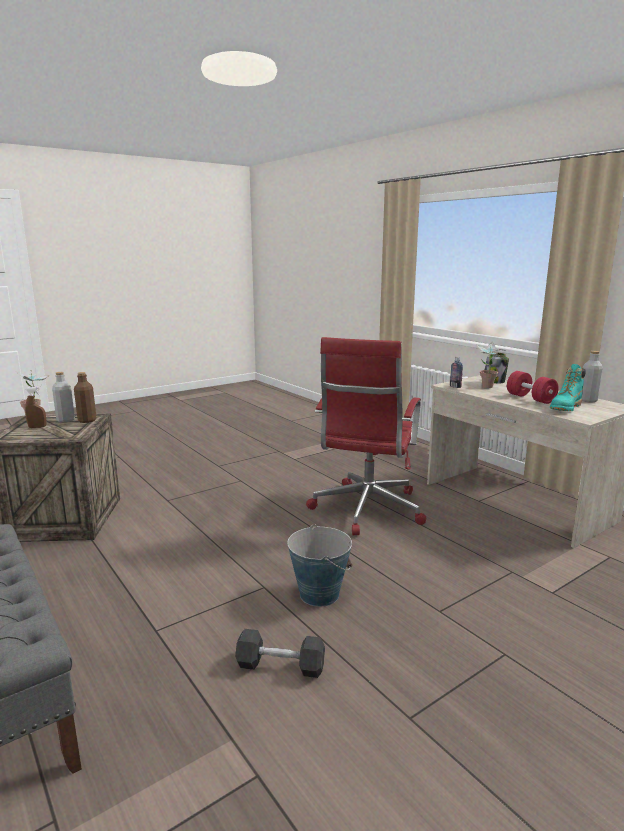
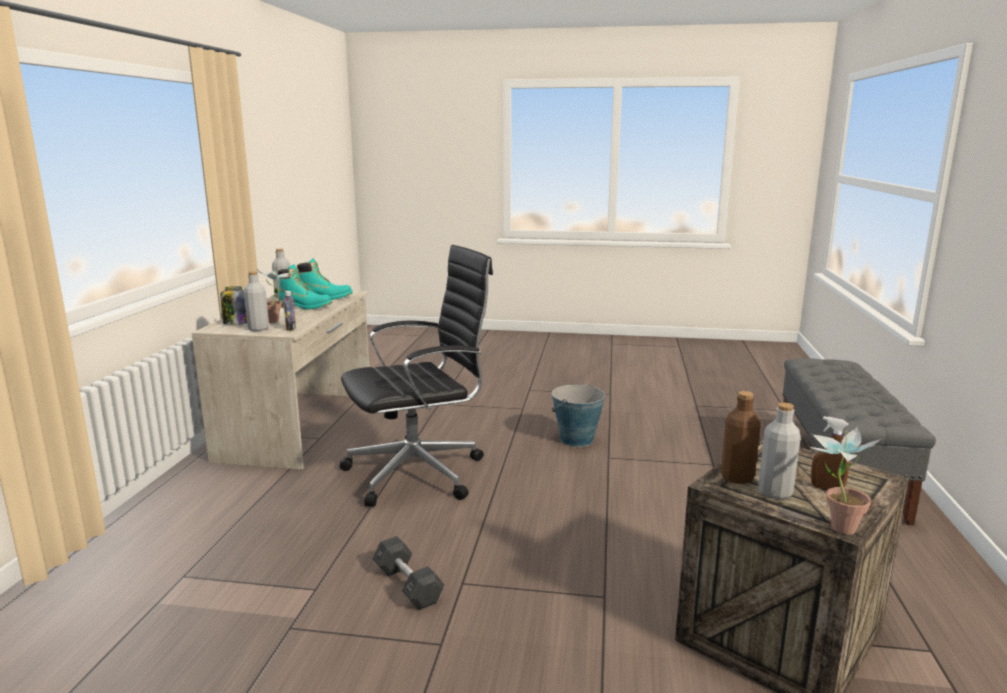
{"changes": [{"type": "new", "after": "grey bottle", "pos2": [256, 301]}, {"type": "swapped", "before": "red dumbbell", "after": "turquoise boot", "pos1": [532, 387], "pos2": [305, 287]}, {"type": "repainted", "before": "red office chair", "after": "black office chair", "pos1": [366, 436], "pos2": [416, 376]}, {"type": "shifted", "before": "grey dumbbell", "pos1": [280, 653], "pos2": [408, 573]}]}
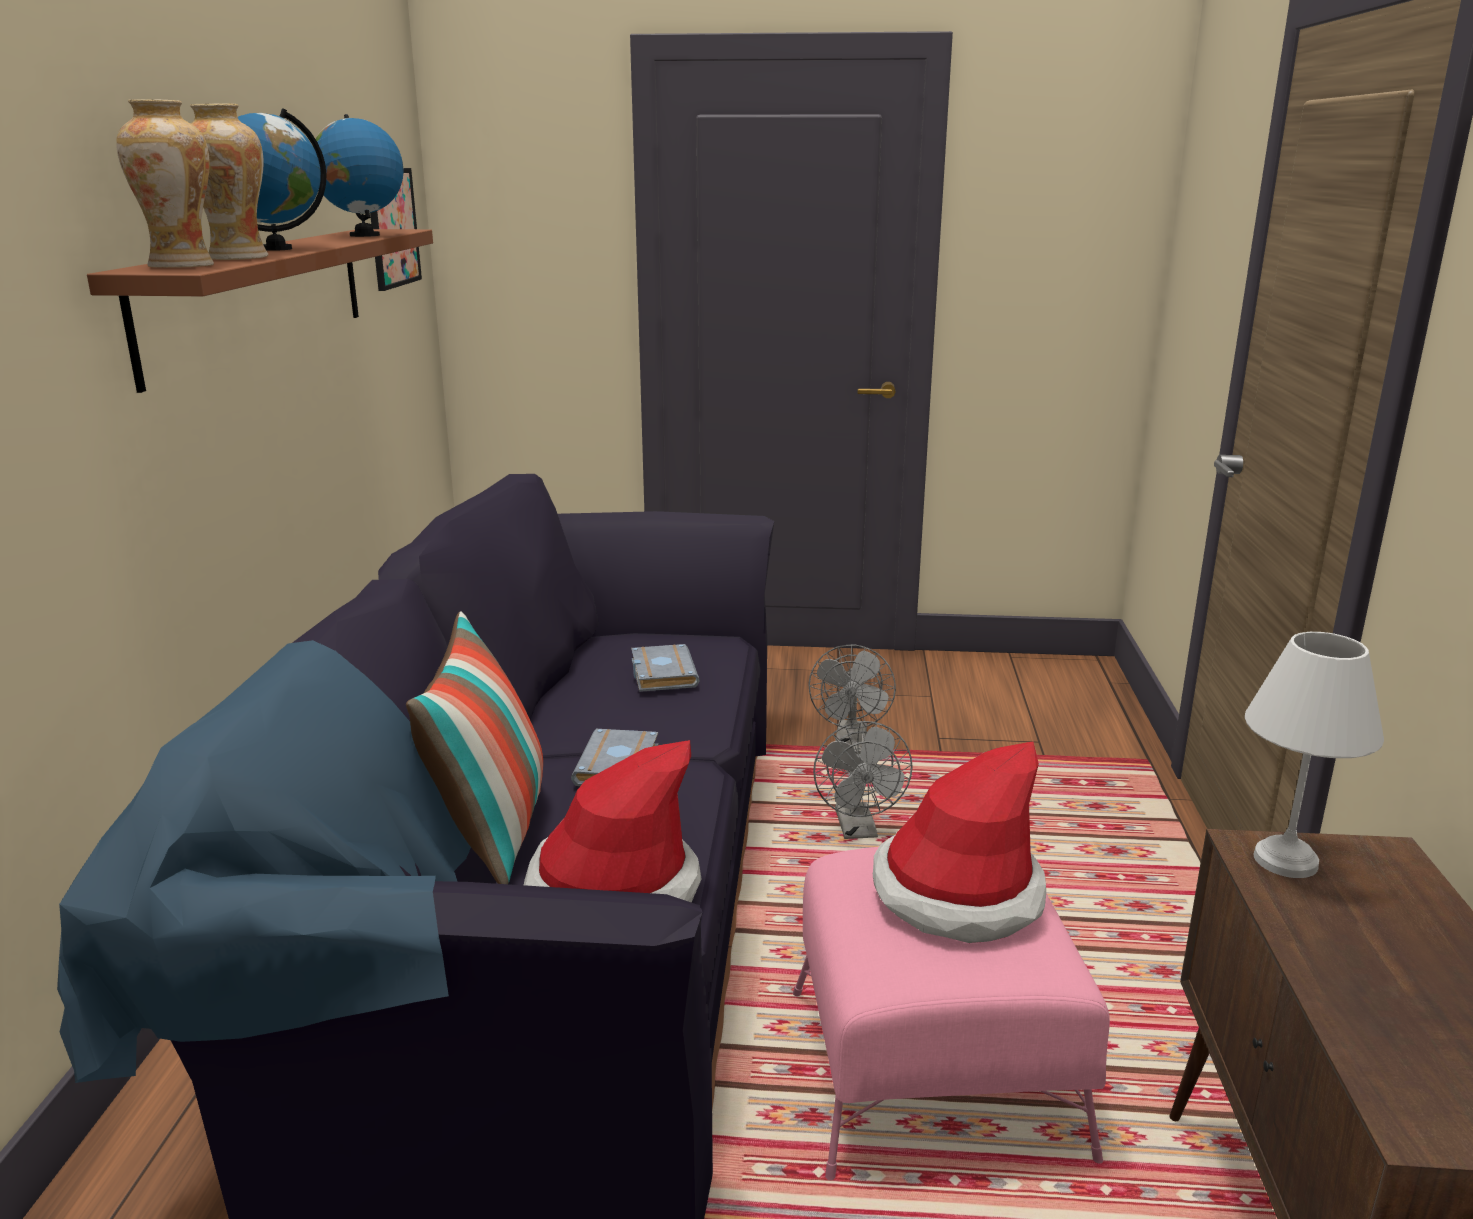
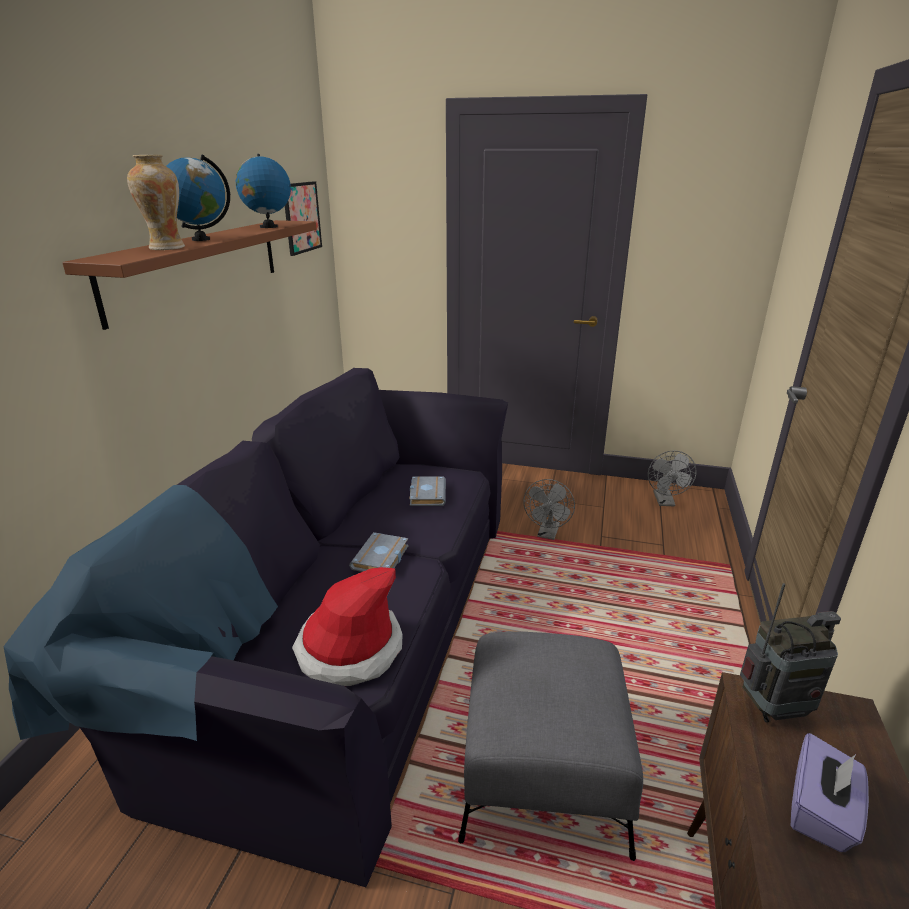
{"changes": [{"type": "repainted", "before": "pink ottoman", "after": "grey ottoman", "pos1": [951, 1013], "pos2": [550, 746]}, {"type": "shifted", "before": "grey fan", "pos1": [863, 780], "pos2": [672, 478]}, {"type": "swapped", "before": "white table lamp", "after": "radio", "pos1": [1314, 755], "pos2": [790, 653]}, {"type": "new", "after": "purple tissue box", "pos2": [830, 792]}, {"type": "gone", "before": "vase", "pos1": [165, 183]}, {"type": "gone", "before": "pillow", "pos1": [474, 747]}, {"type": "gone", "before": "hat", "pos1": [959, 842]}]}
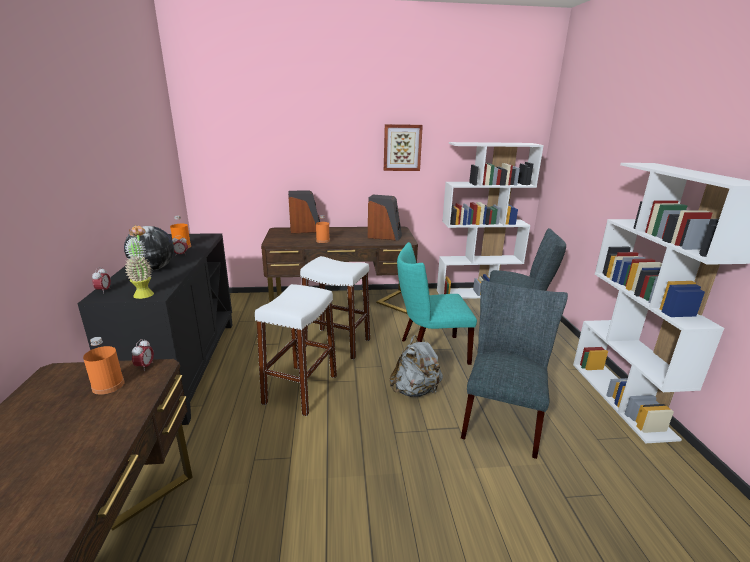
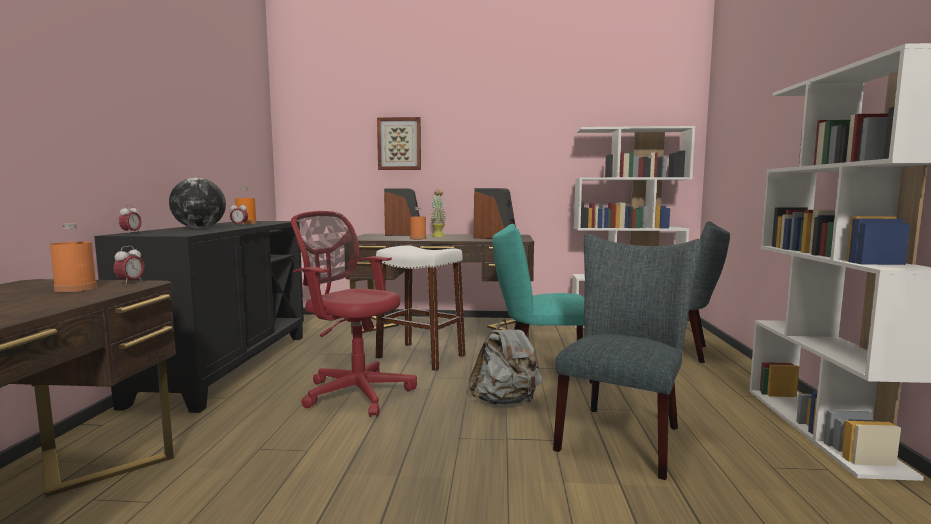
{"changes": [{"type": "swapped", "before": "white stool", "after": "red office chair", "pos1": [296, 350], "pos2": [354, 314]}, {"type": "shifted", "before": "picture", "pos1": [403, 147], "pos2": [399, 143]}, {"type": "shifted", "before": "potted plant", "pos1": [139, 262], "pos2": [438, 213]}]}
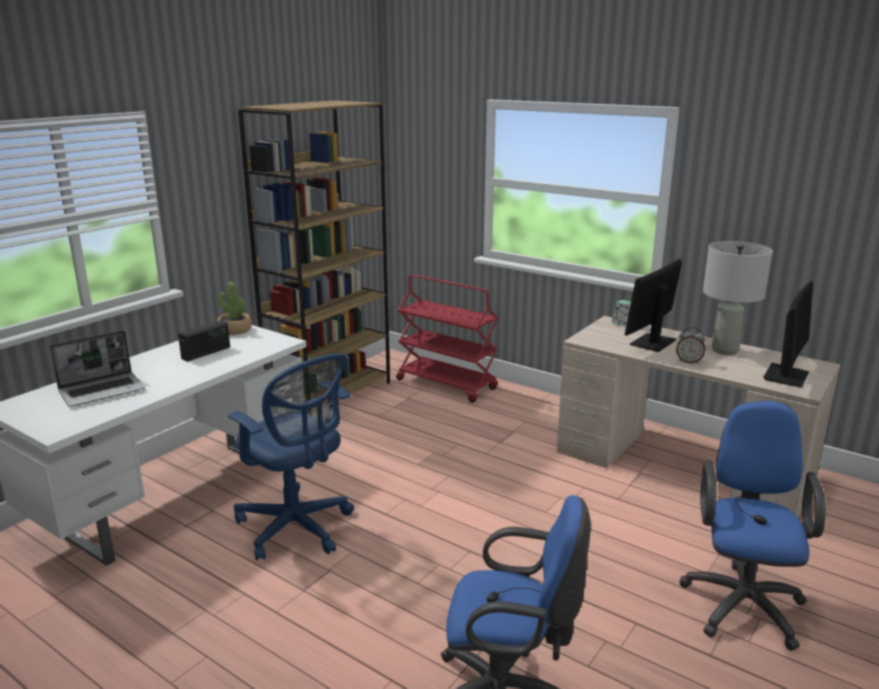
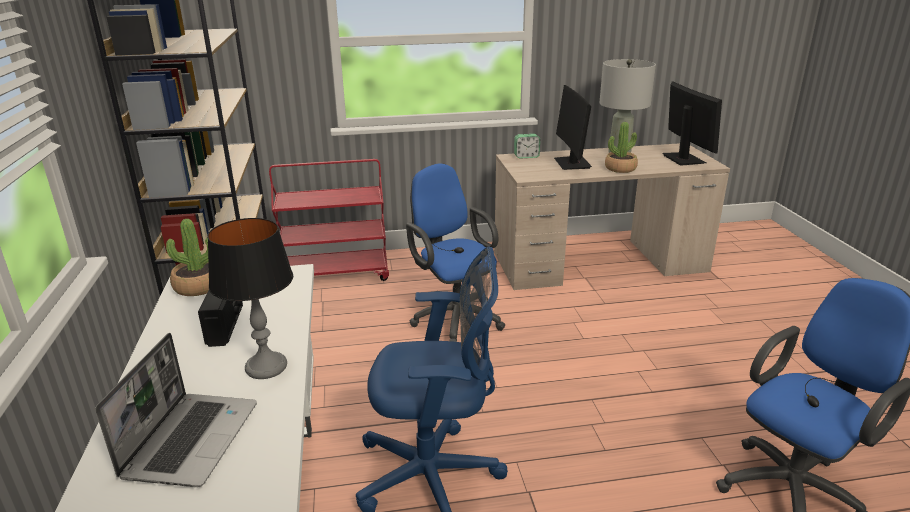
{"changes": [{"type": "new", "after": "table lamp", "pos2": [250, 298]}, {"type": "shifted", "before": "blue office chair", "pos1": [752, 526], "pos2": [455, 252]}, {"type": "swapped", "before": "alarm clock", "after": "potted plant", "pos1": [691, 345], "pos2": [621, 147]}]}
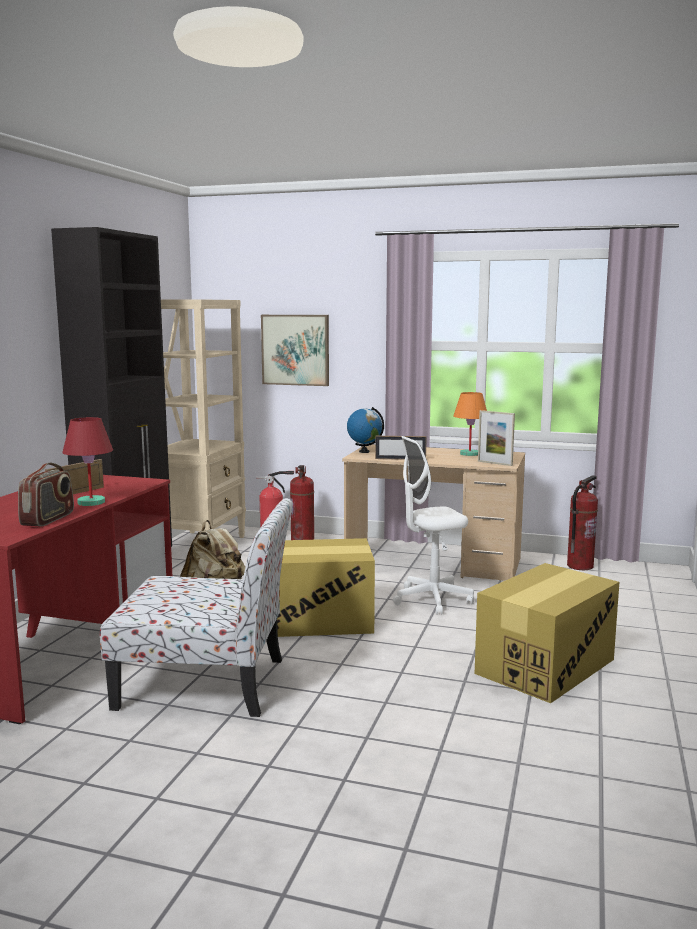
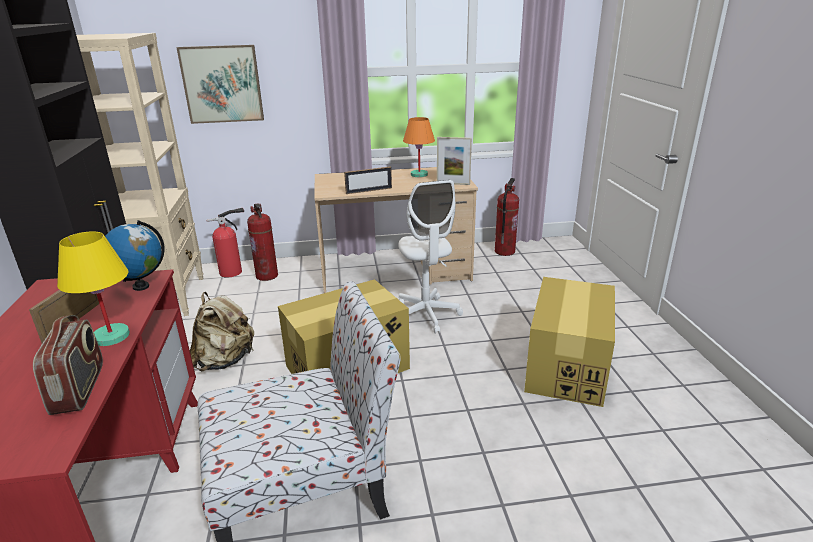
{"changes": [{"type": "repainted", "before": "red table lamp", "after": "yellow table lamp", "pos1": [87, 461], "pos2": [93, 288]}, {"type": "shifted", "before": "globe", "pos1": [365, 430], "pos2": [135, 255]}, {"type": "rotated", "before": "white office chair", "pos1": [433, 525], "pos2": [430, 257], "turn": -60}]}
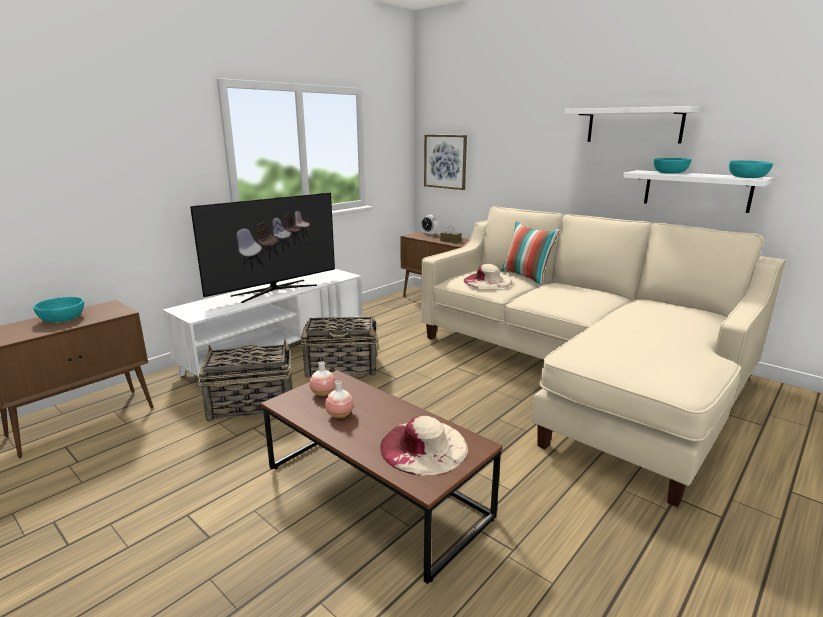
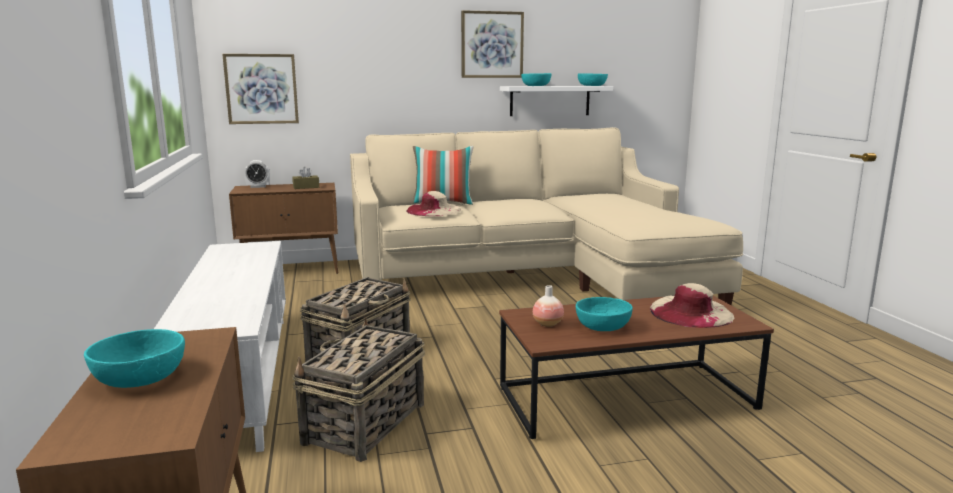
{"changes": [{"type": "swapped", "before": "white shelf", "after": "picture", "pos1": [633, 125], "pos2": [492, 44]}, {"type": "swapped", "before": "vase", "after": "turquoise bowl", "pos1": [339, 399], "pos2": [604, 314]}, {"type": "gone", "before": "television", "pos1": [262, 248]}]}
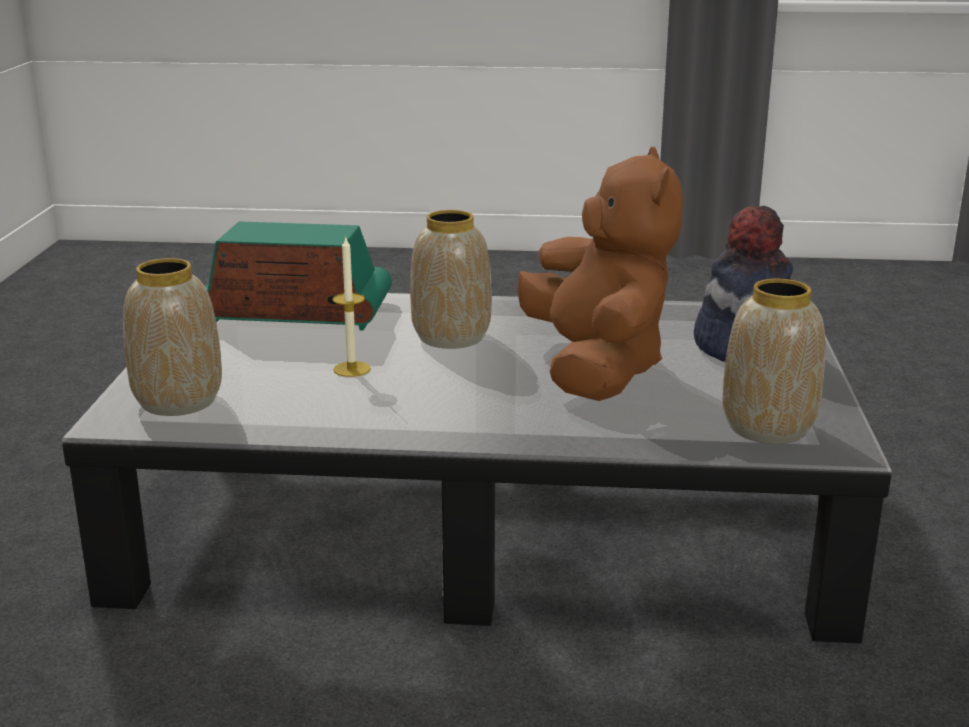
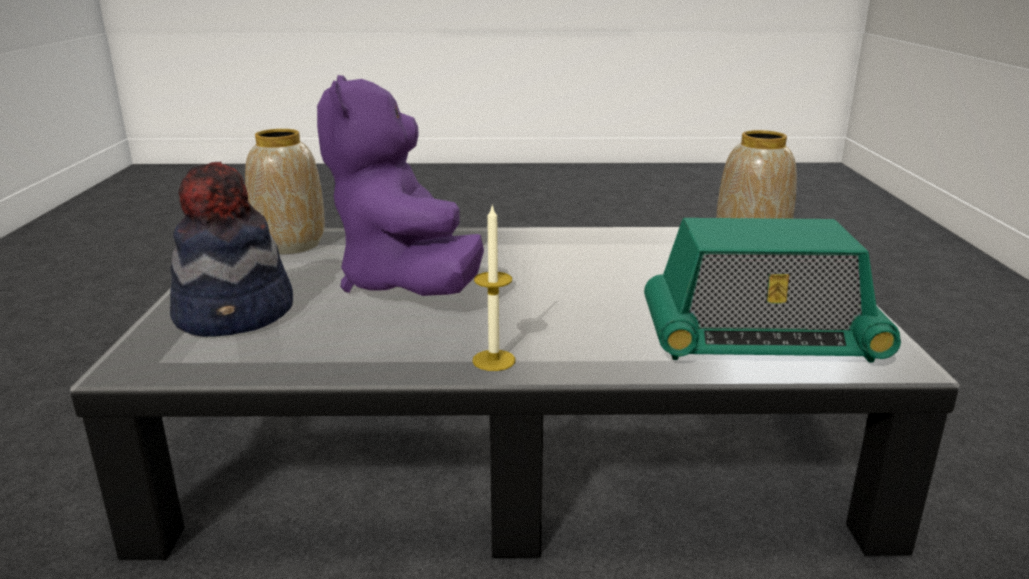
{"changes": [{"type": "repainted", "before": "brown plush toy", "after": "purple plush toy", "pos1": [600, 274], "pos2": [400, 185]}, {"type": "shifted", "before": "candle", "pos1": [351, 307], "pos2": [493, 287]}, {"type": "gone", "before": "vase", "pos1": [451, 279]}]}
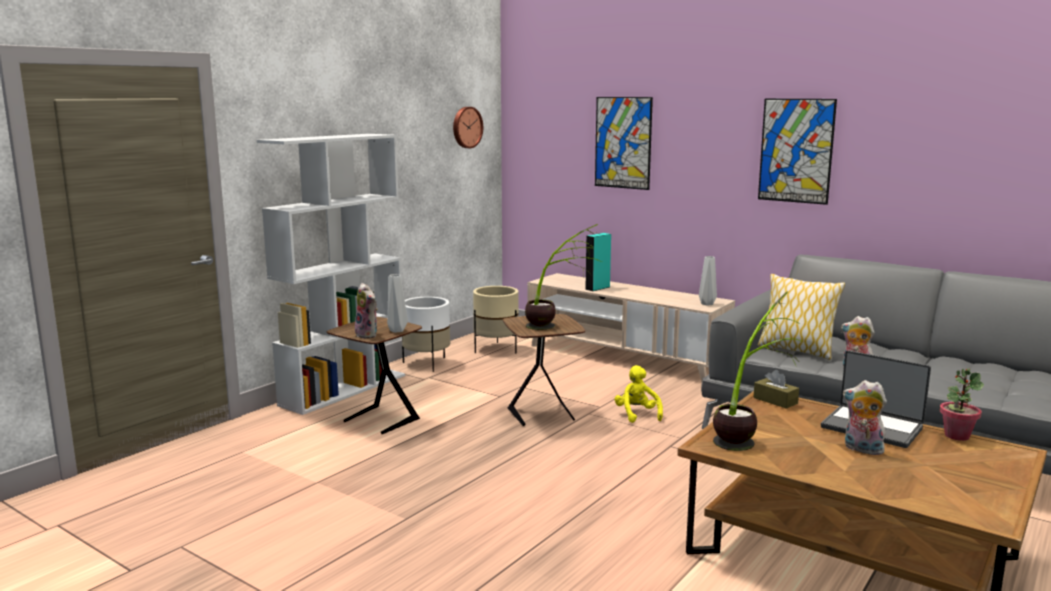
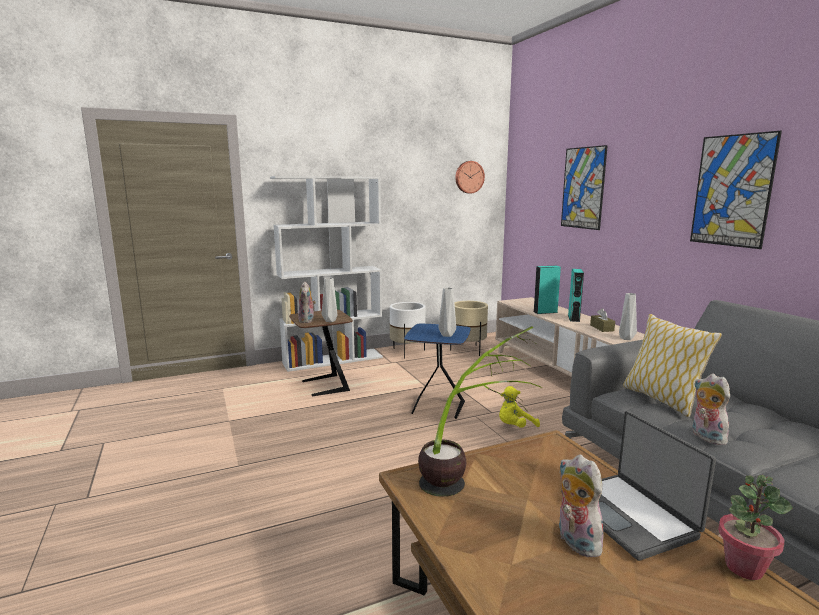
{"changes": [{"type": "repainted", "before": "brown side table", "after": "blue side table", "pos1": [544, 370], "pos2": [437, 371]}, {"type": "swapped", "before": "potted plant", "after": "grey vase", "pos1": [563, 277], "pos2": [447, 312]}, {"type": "rotated", "before": "yellow plush toy", "pos1": [638, 394], "pos2": [519, 407], "turn": -135}, {"type": "new", "after": "turquoise speaker", "pos2": [576, 295]}, {"type": "shifted", "before": "brown tissue box", "pos1": [776, 389], "pos2": [602, 320]}]}
